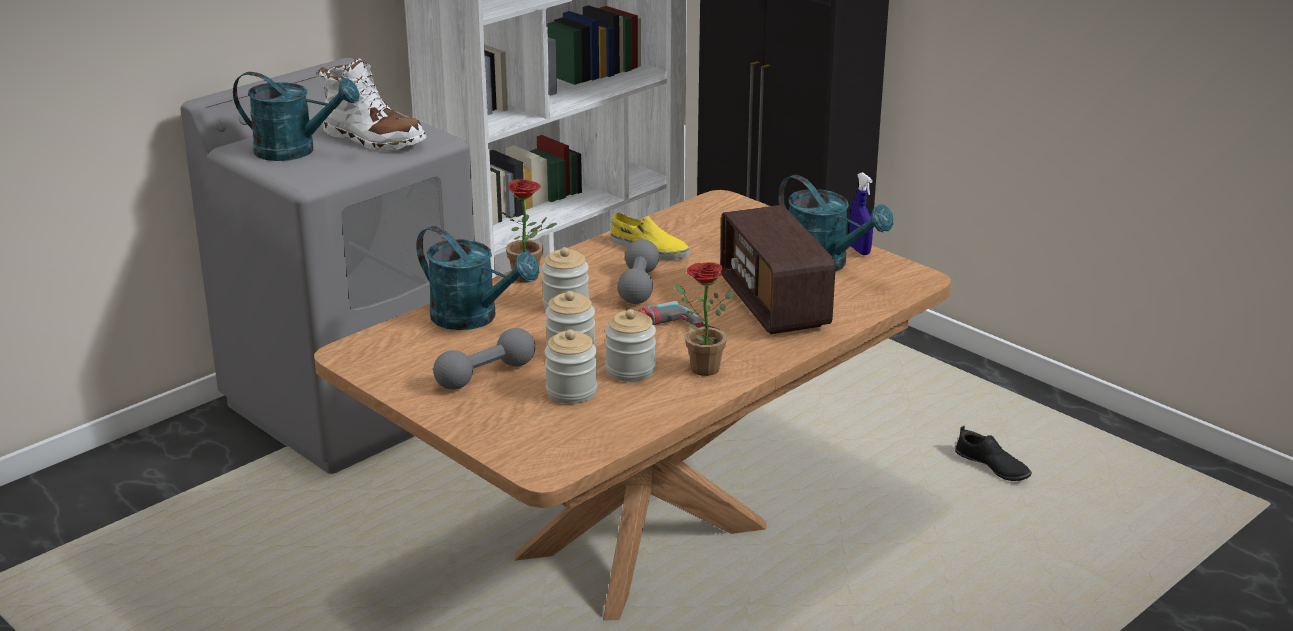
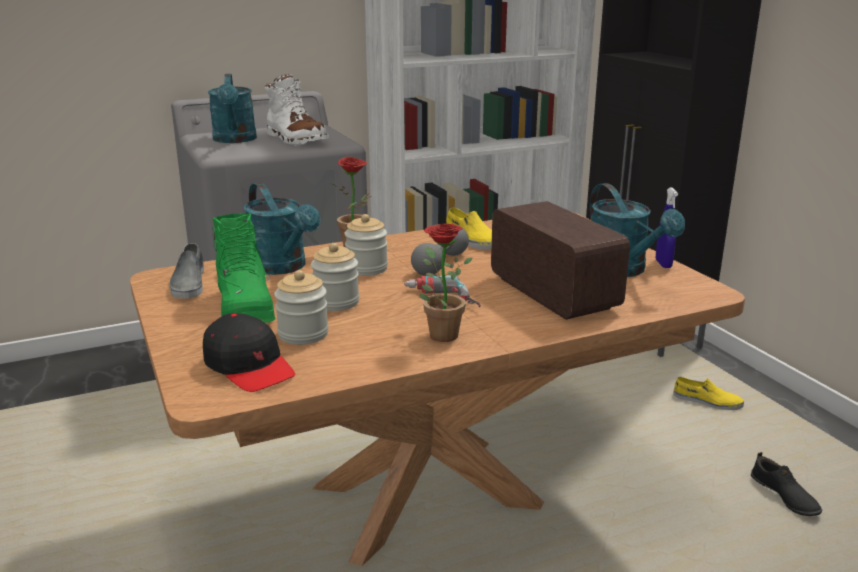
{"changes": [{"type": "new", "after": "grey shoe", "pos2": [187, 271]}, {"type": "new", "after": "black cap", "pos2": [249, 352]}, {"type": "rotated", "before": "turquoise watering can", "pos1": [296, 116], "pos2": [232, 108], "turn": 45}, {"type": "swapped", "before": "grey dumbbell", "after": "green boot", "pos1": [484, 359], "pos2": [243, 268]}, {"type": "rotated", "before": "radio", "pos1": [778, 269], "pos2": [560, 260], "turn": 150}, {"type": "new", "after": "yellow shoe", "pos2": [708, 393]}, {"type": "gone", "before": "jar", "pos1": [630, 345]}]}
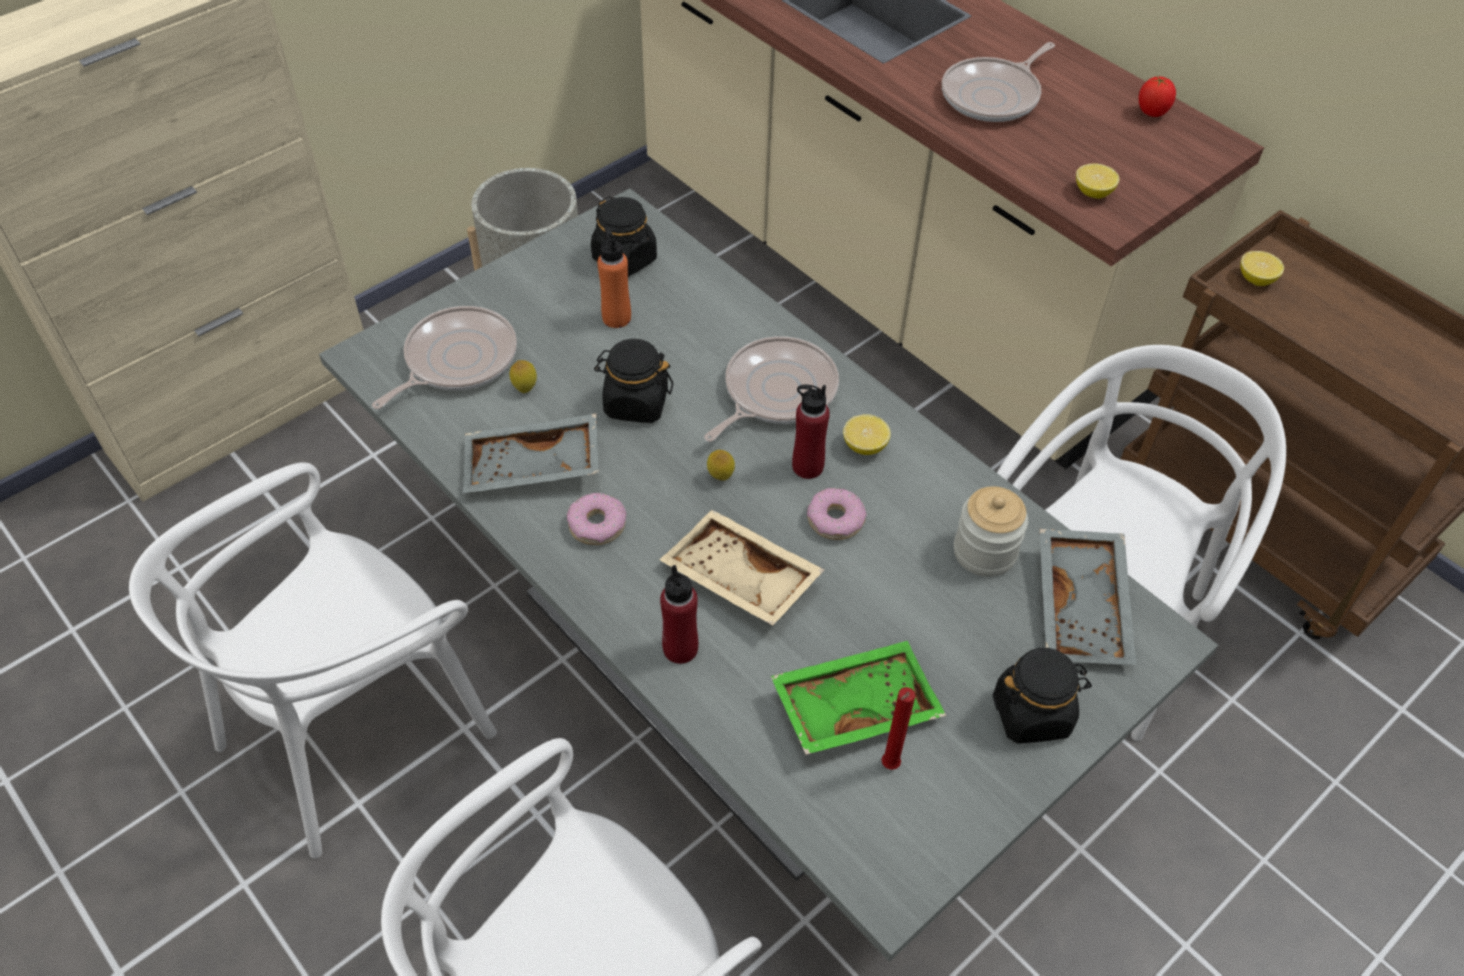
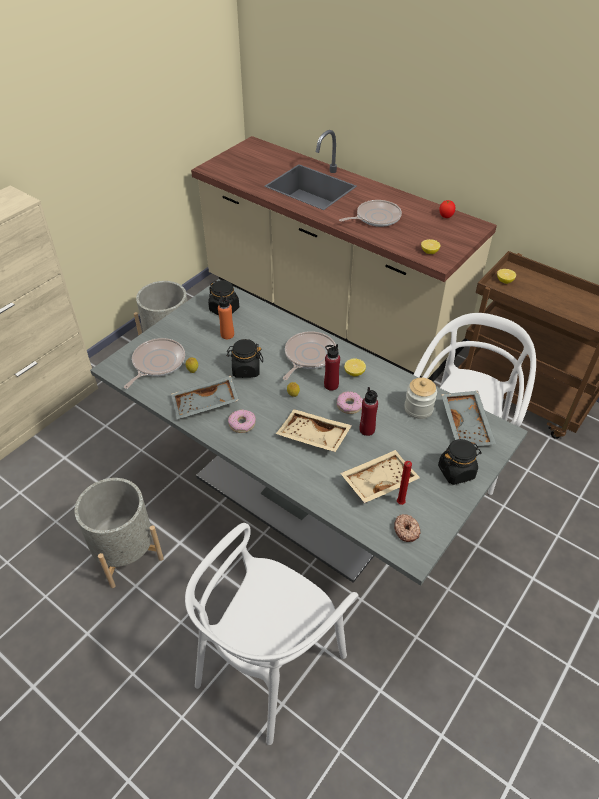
{"changes": [{"type": "swapped", "before": "white chair", "after": "grey planter", "pos1": [313, 660], "pos2": [119, 533]}, {"type": "rotated", "before": "frying pan", "pos1": [998, 82], "pos2": [370, 213], "turn": -150}, {"type": "repainted", "before": "green tray", "after": "beige tray", "pos1": [858, 698], "pos2": [380, 476]}, {"type": "shifted", "before": "red bottle", "pos1": [679, 614], "pos2": [369, 411]}, {"type": "new", "after": "donut", "pos2": [407, 528]}]}
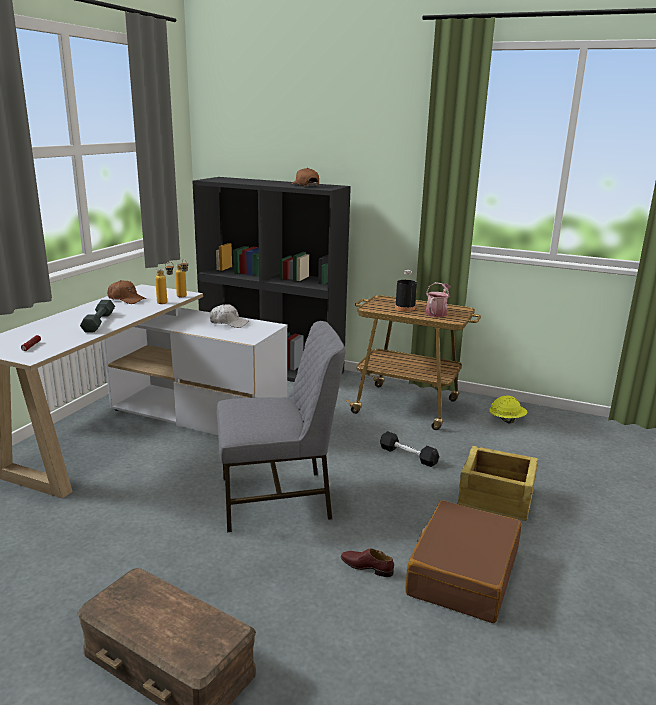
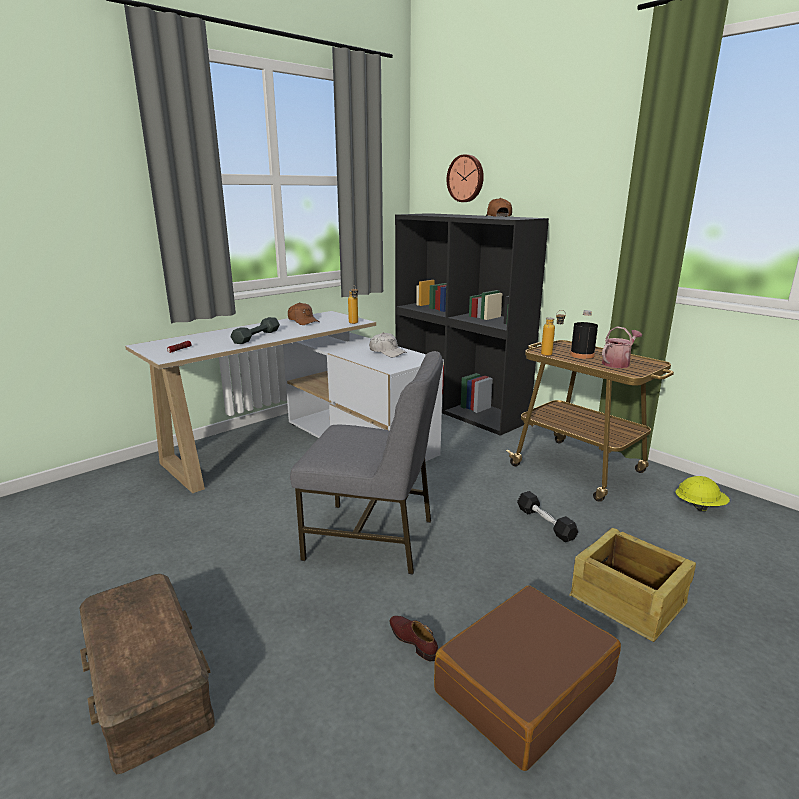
{"changes": [{"type": "new", "after": "wall clock", "pos2": [465, 178]}, {"type": "shifted", "before": "bottle", "pos1": [164, 283], "pos2": [553, 333]}]}
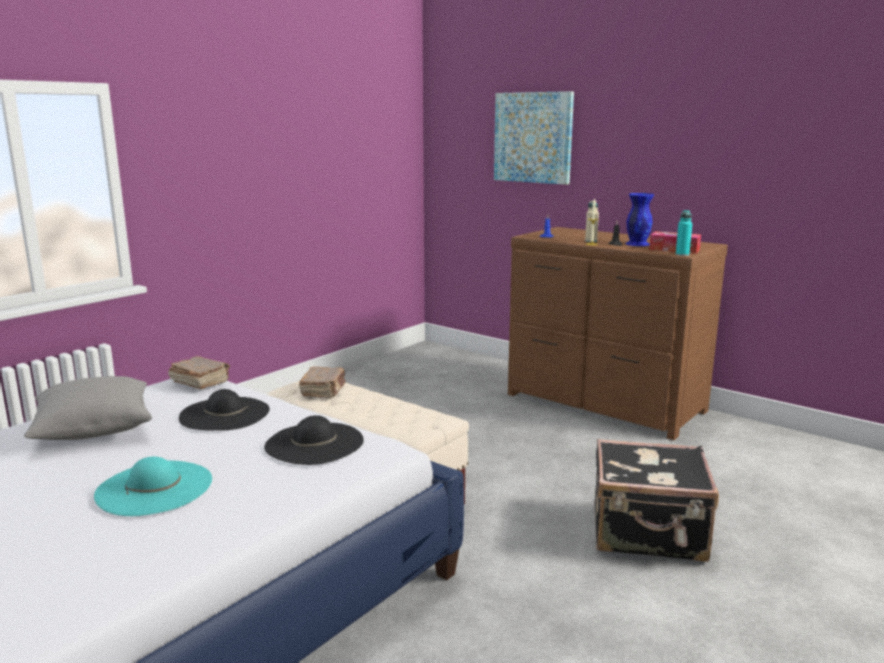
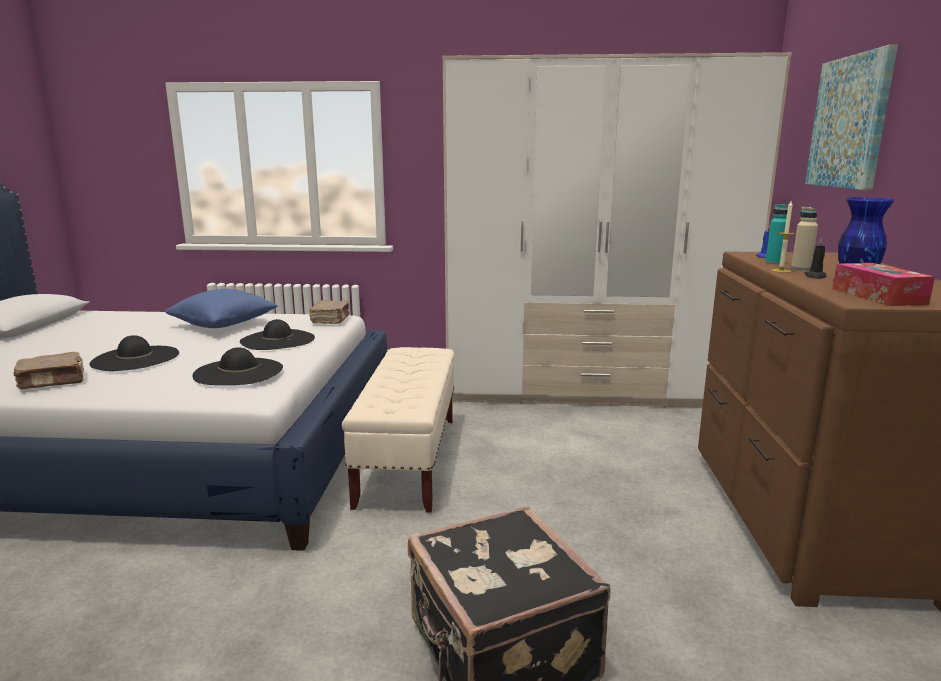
{"changes": [{"type": "shifted", "before": "brown book", "pos1": [322, 382], "pos2": [49, 370]}, {"type": "repainted", "before": "turquoise hat", "after": "black hat", "pos1": [153, 486], "pos2": [134, 353]}, {"type": "repainted", "before": "grey pillow", "after": "blue pillow", "pos1": [88, 408], "pos2": [221, 308]}, {"type": "new", "after": "wardrobe", "pos2": [617, 230]}, {"type": "shifted", "before": "turquoise bottle", "pos1": [684, 233], "pos2": [777, 234]}]}
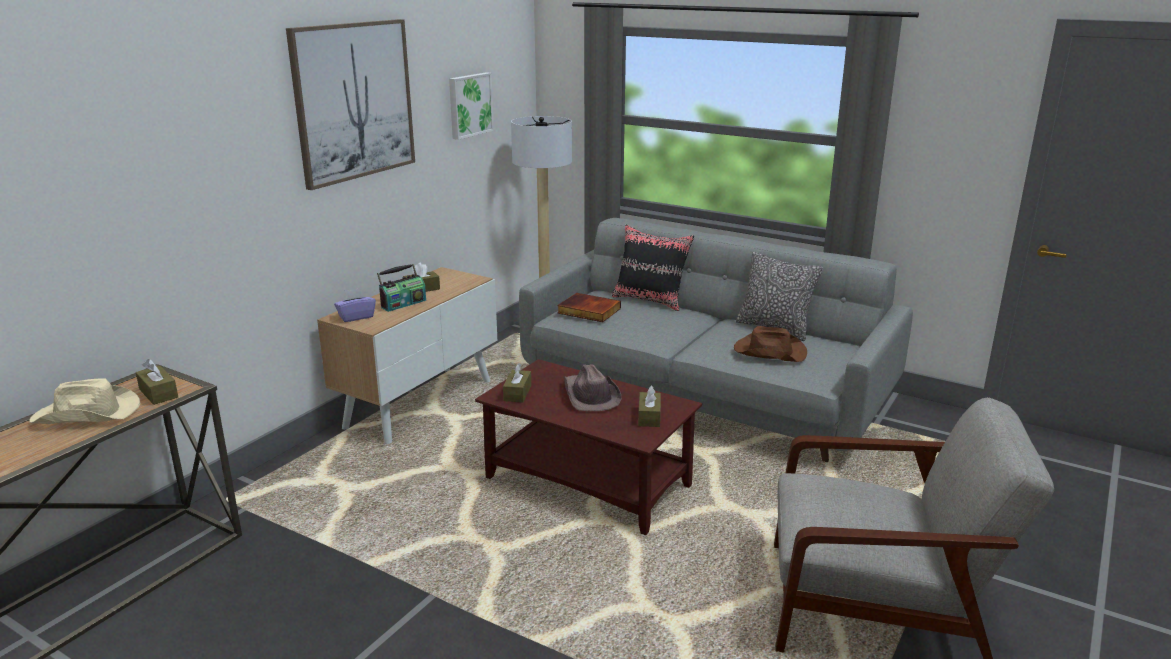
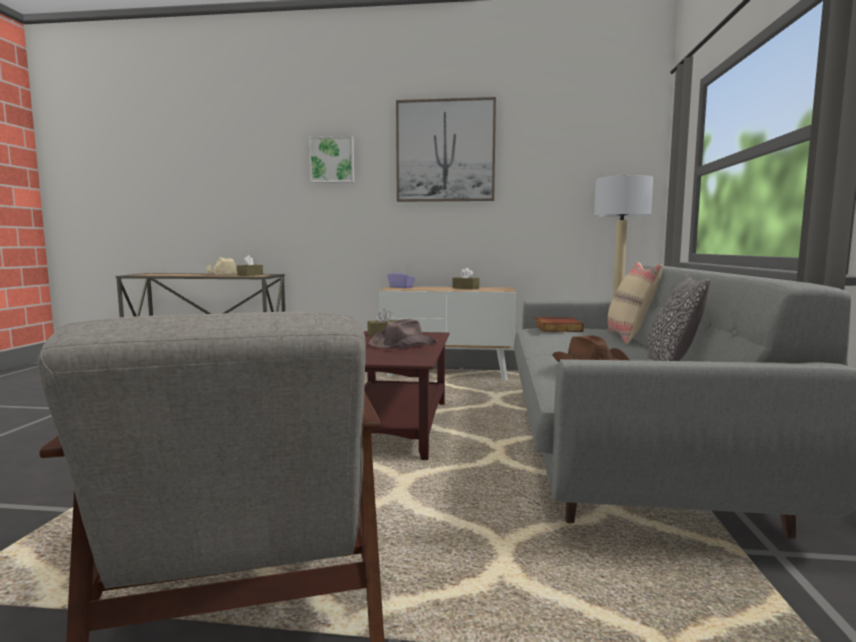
{"changes": [{"type": "shifted", "before": "picture", "pos1": [471, 106], "pos2": [331, 159]}, {"type": "repainted", "before": "black pillow", "after": "beige pillow", "pos1": [653, 268], "pos2": [635, 303]}, {"type": "gone", "before": "radio", "pos1": [401, 288]}, {"type": "gone", "before": "brown tissue box", "pos1": [649, 406]}]}
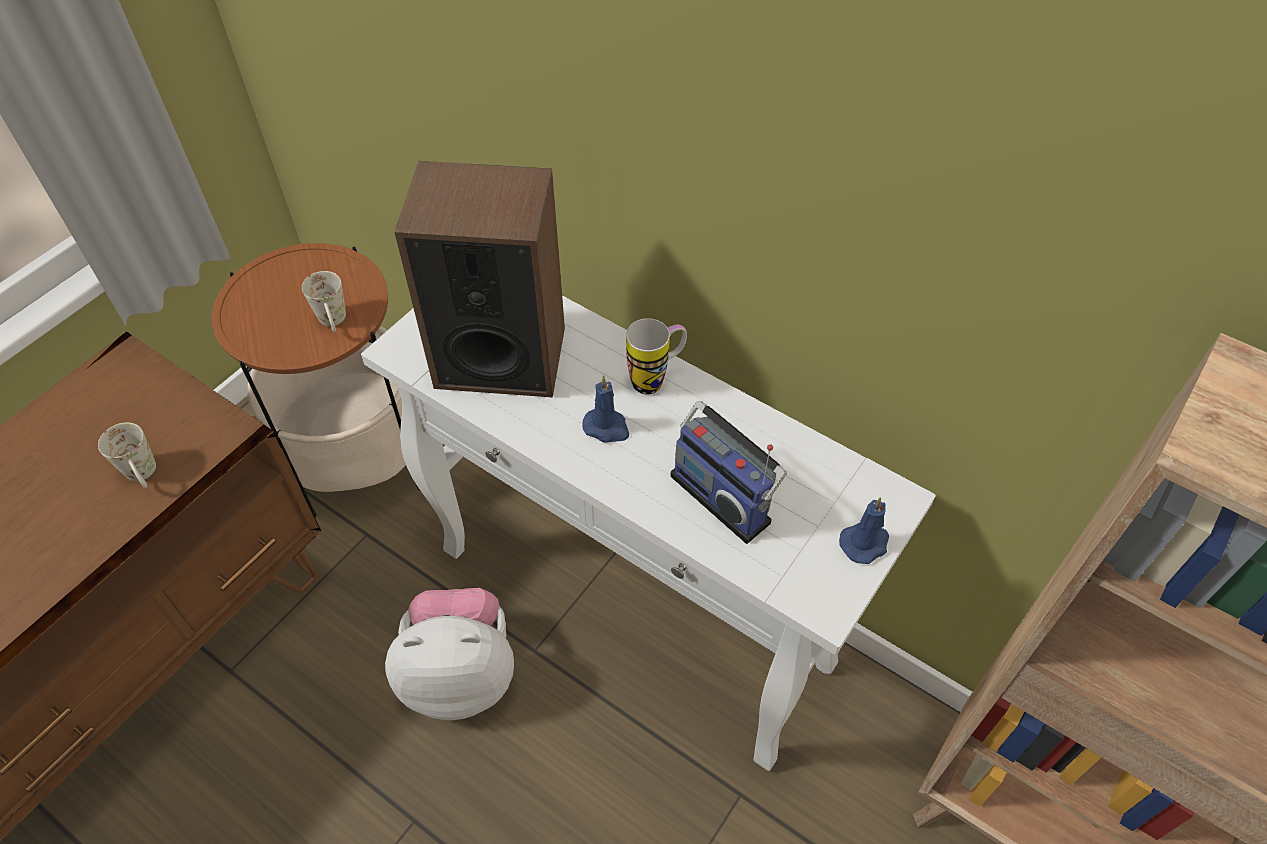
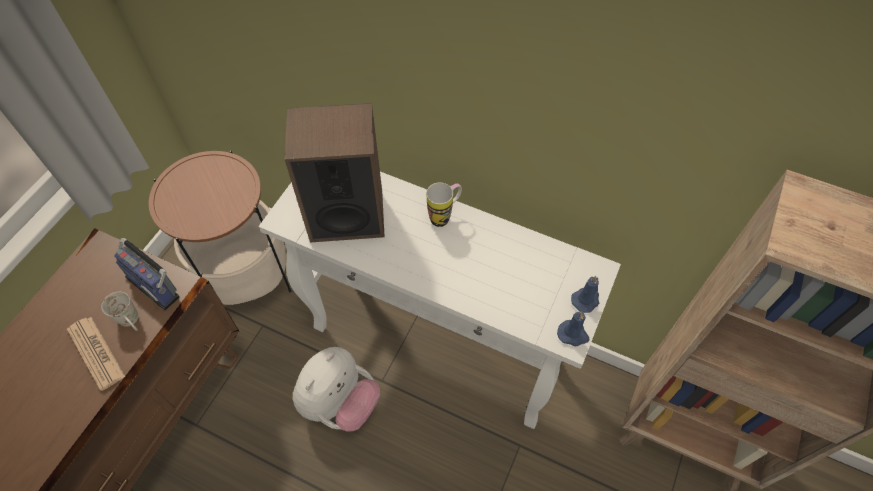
{"changes": [{"type": "new", "after": "newspaper", "pos2": [96, 354]}, {"type": "shifted", "before": "radio", "pos1": [728, 472], "pos2": [147, 274]}, {"type": "rotated", "before": "plush toy", "pos1": [449, 654], "pos2": [336, 389], "turn": 135}, {"type": "shifted", "before": "blue candle", "pos1": [606, 409], "pos2": [573, 328]}, {"type": "gone", "before": "white mug", "pos1": [324, 301]}]}
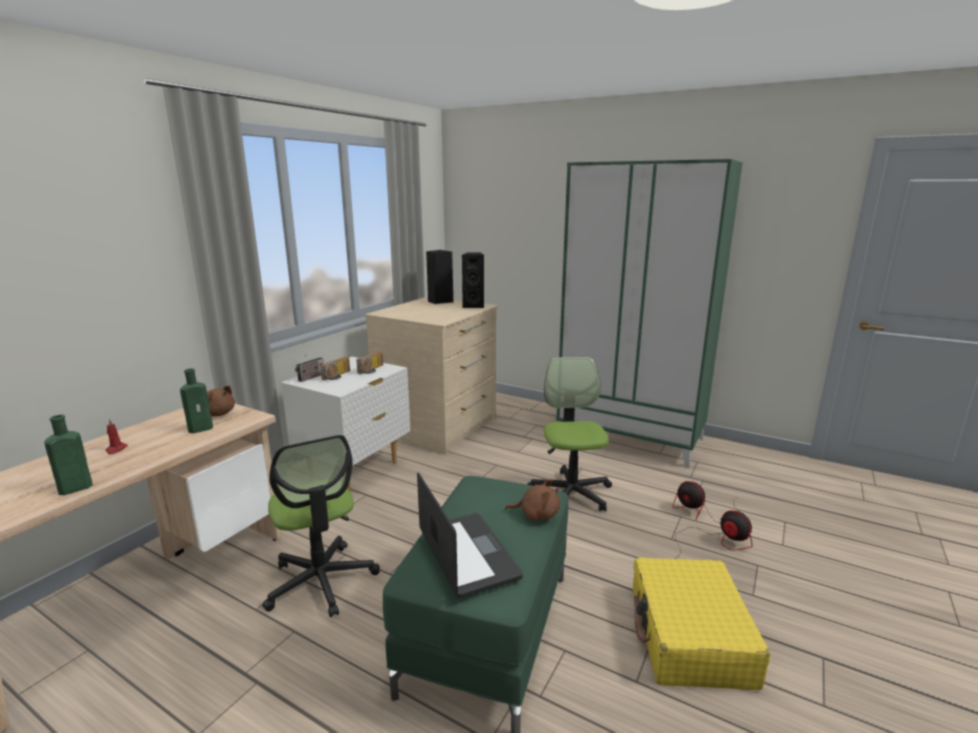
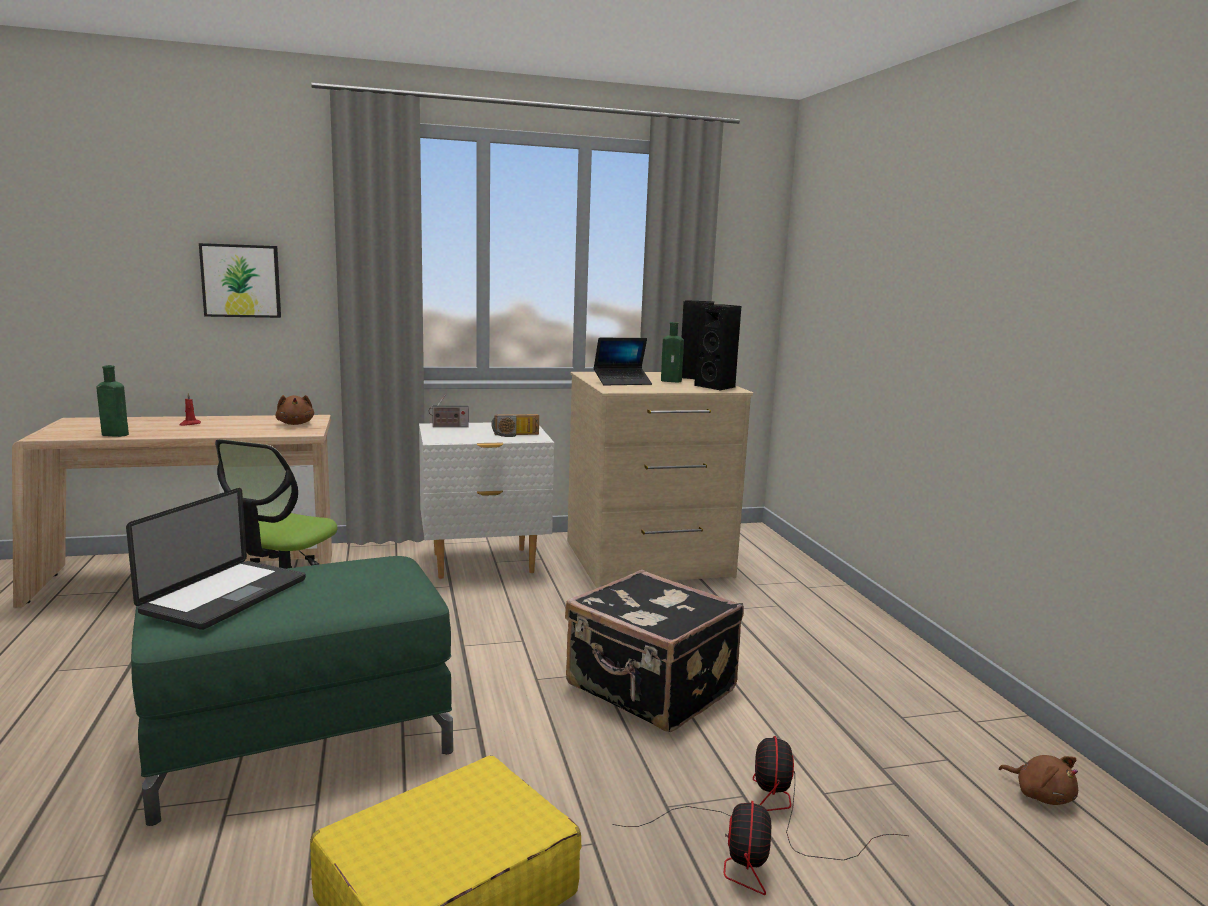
{"changes": [{"type": "new", "after": "picture", "pos2": [240, 280]}, {"type": "swapped", "before": "office chair", "after": "black suitcase", "pos1": [569, 434], "pos2": [654, 651]}, {"type": "new", "after": "laptop", "pos2": [623, 361]}, {"type": "shifted", "before": "green bottle", "pos1": [196, 401], "pos2": [672, 352]}, {"type": "shifted", "before": "brown plush toy", "pos1": [532, 500], "pos2": [1038, 780]}, {"type": "gone", "before": "radio", "pos1": [335, 368]}, {"type": "gone", "before": "green wardrobe", "pos1": [649, 313]}]}
